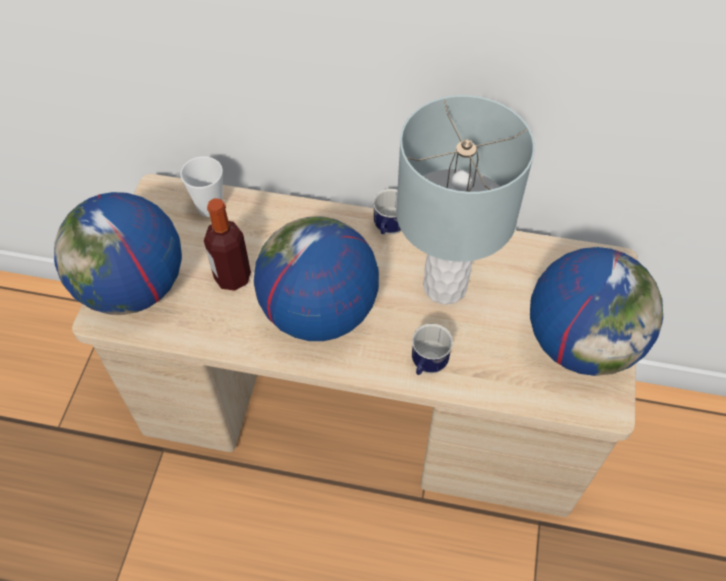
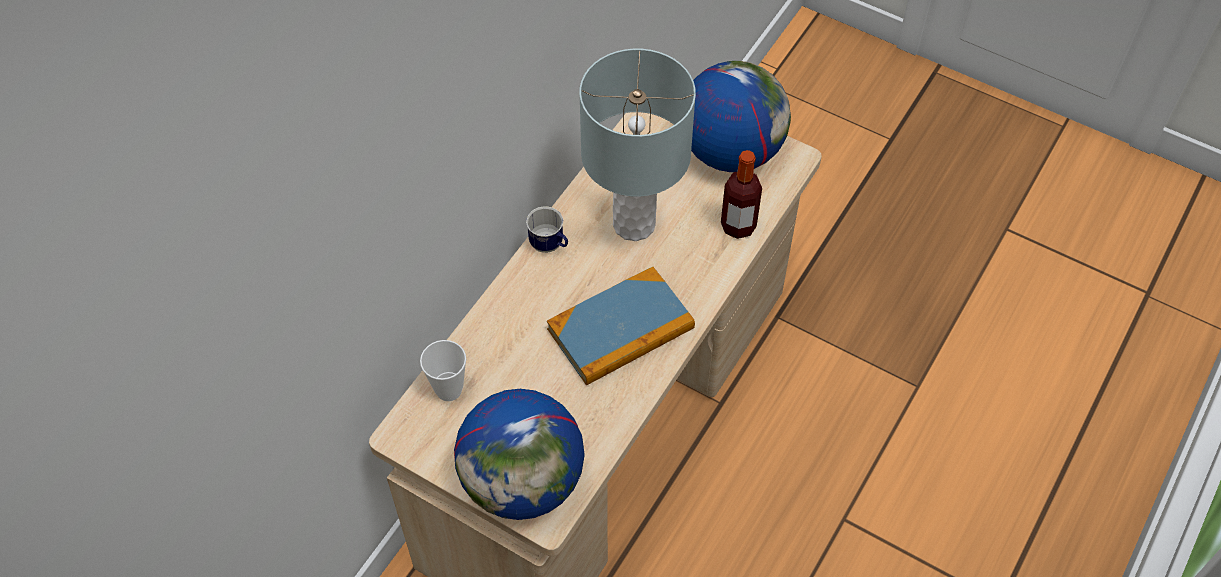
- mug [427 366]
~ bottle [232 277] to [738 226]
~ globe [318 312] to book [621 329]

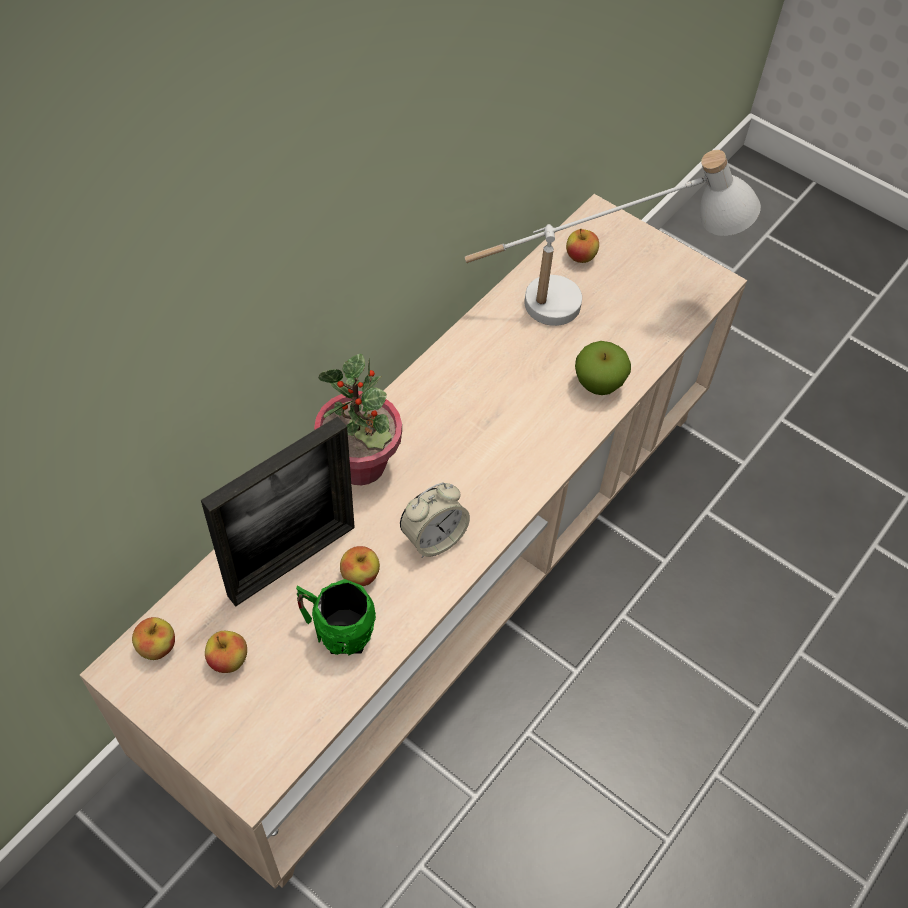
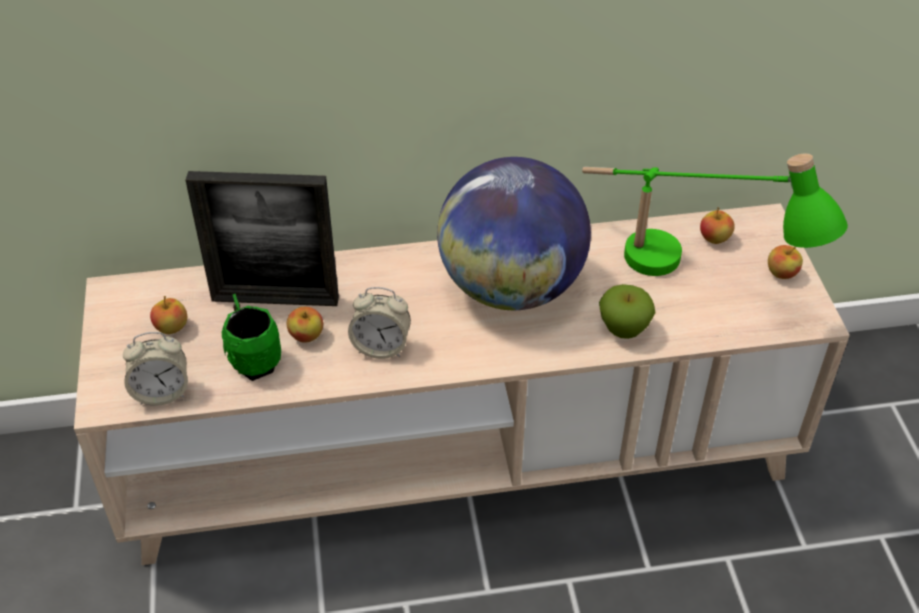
- potted plant [361 464]
+ alarm clock [162 392]
+ globe [511 287]
~ apple [157 647] to [781 273]
~ white table lamp [595 303] to green table lamp [688 275]

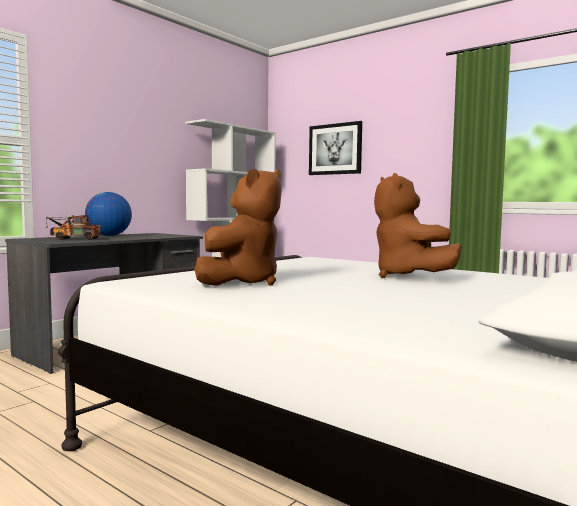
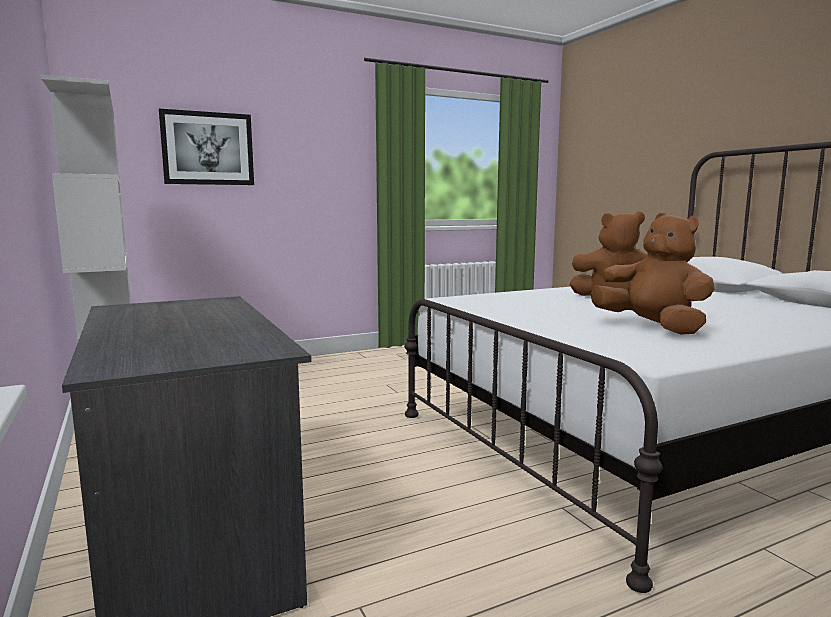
- toy truck [73 239]
- globe [108 236]

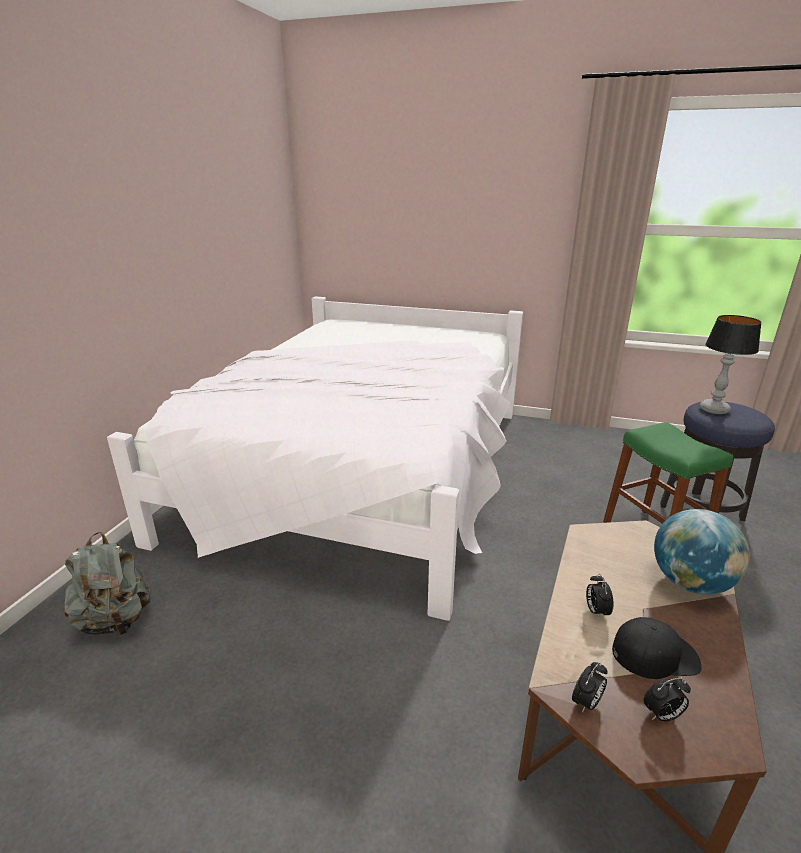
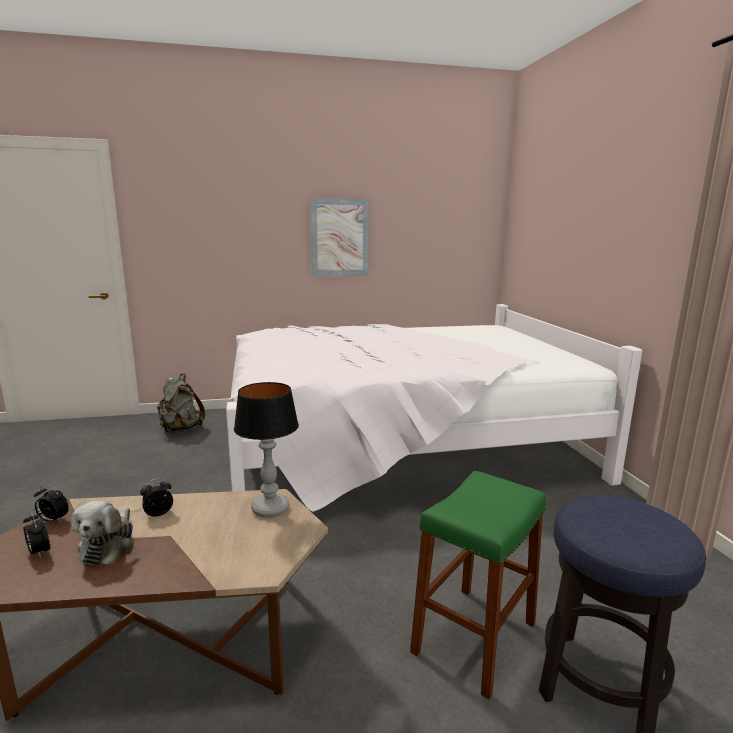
- globe [690 583]
+ picture [340 237]
~ table lamp [714 409] to [271 509]
~ black cap [655 654] to plush toy [108 545]

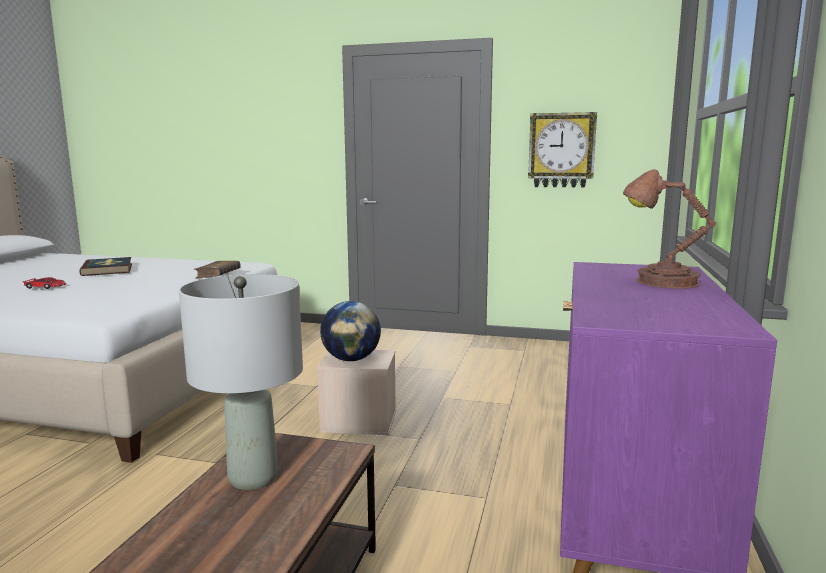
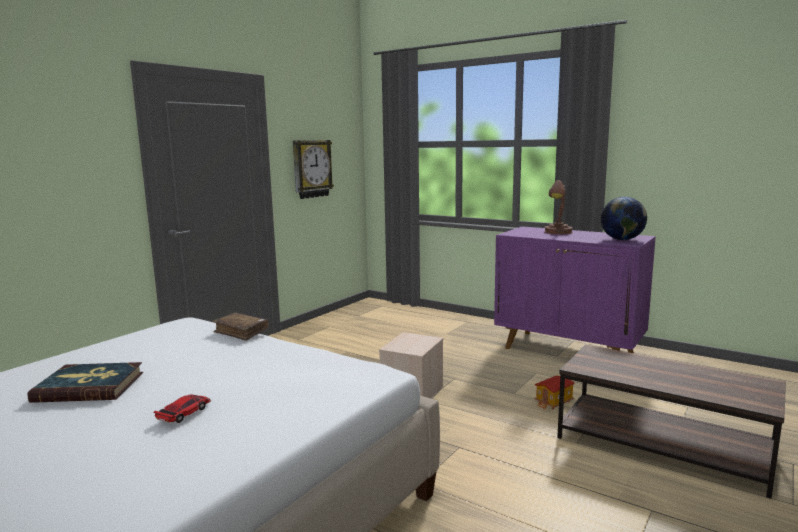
- grey table lamp [252 478]
+ toy house [554 402]
~ globe [351 359] to [621 239]

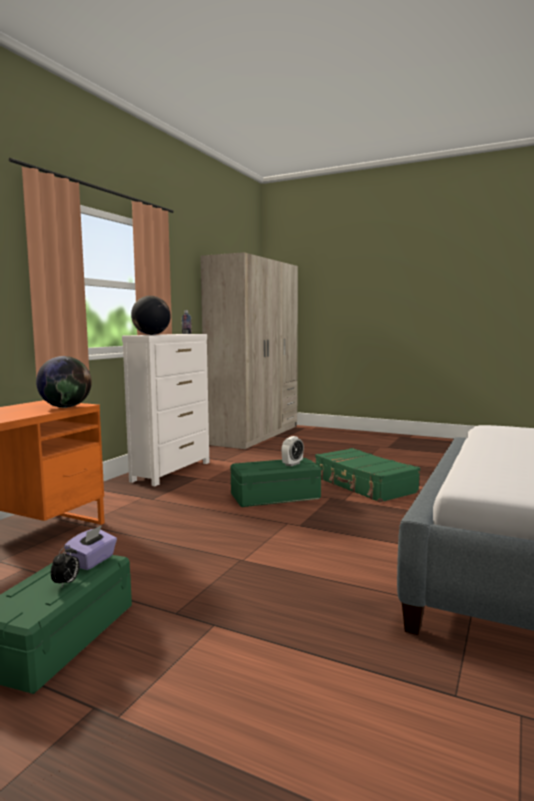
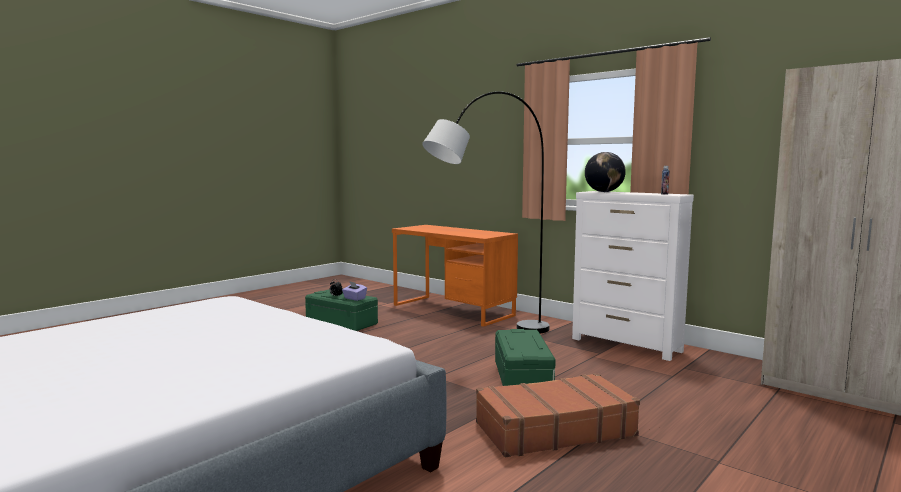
- globe [65 407]
- alarm clock [292 464]
+ grey floor lamp [488 340]
~ green suitcase [364 485] to brown suitcase [554 429]

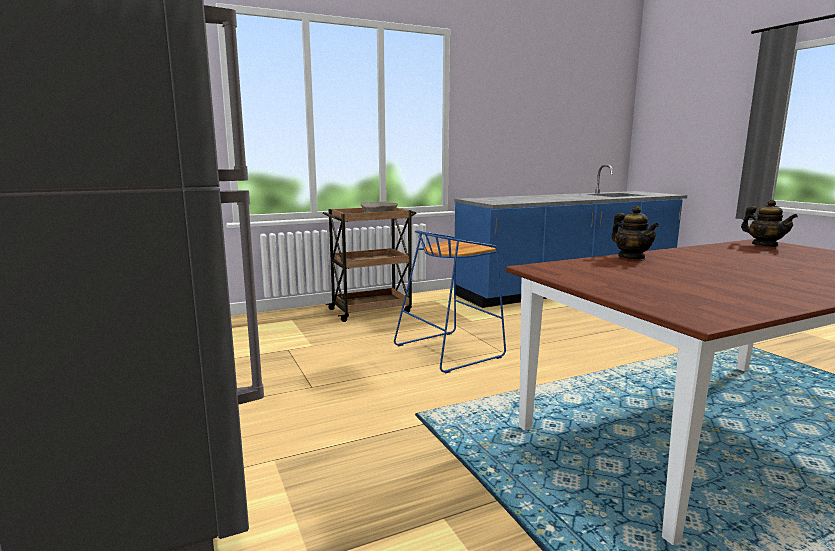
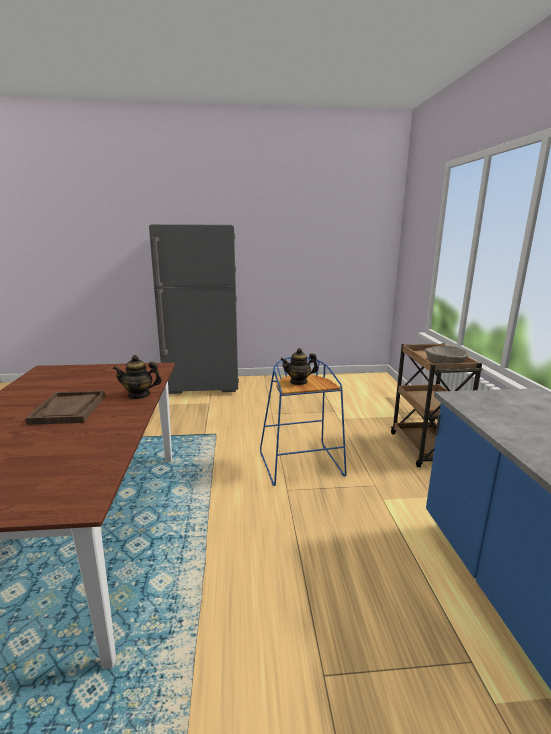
+ brown tray [69 409]
~ teapot [765 245] to [299 382]

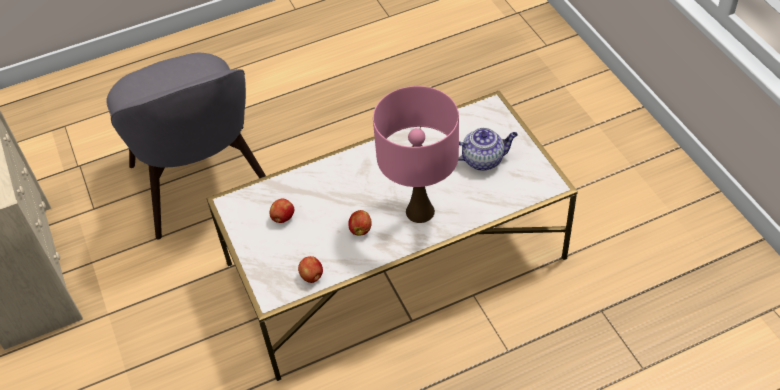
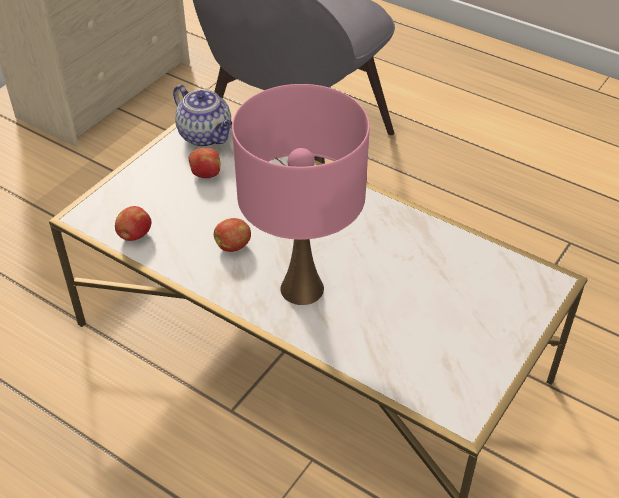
~ teapot [483 159] to [206 136]

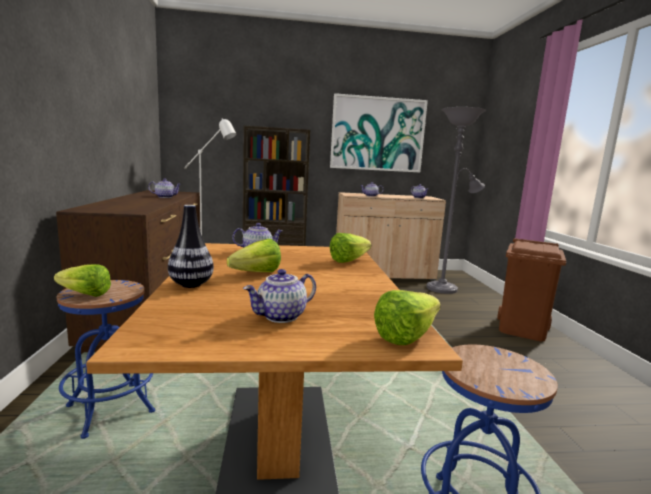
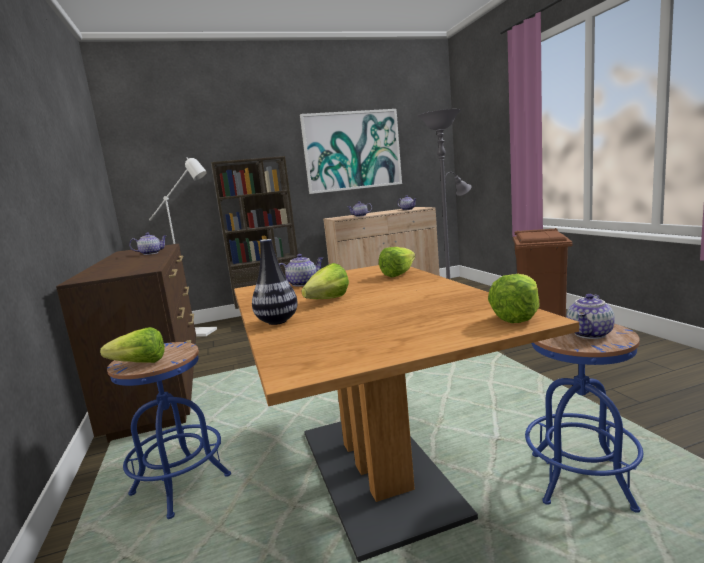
~ teapot [281 317] to [590 334]

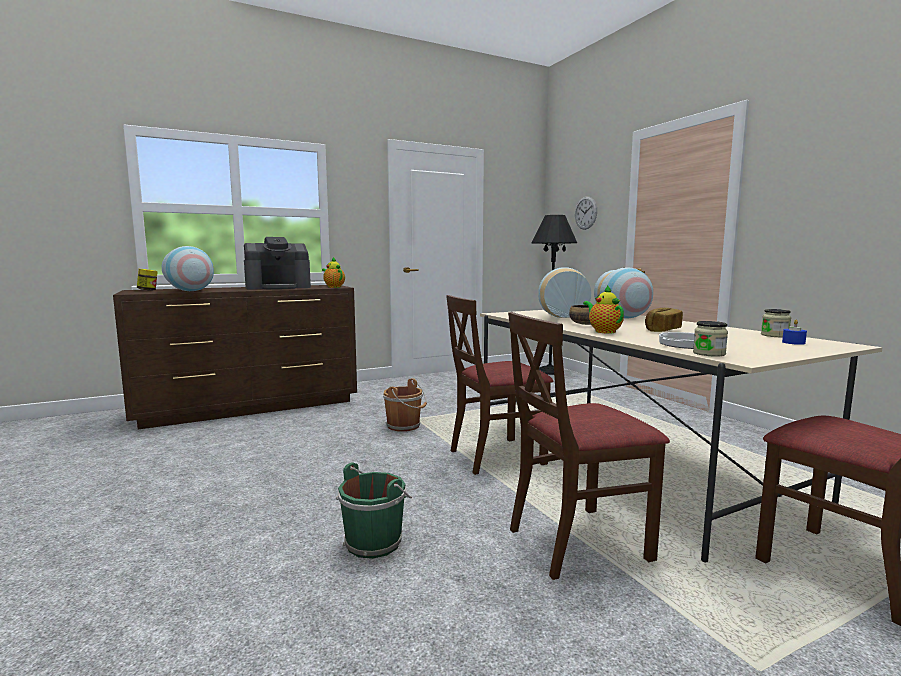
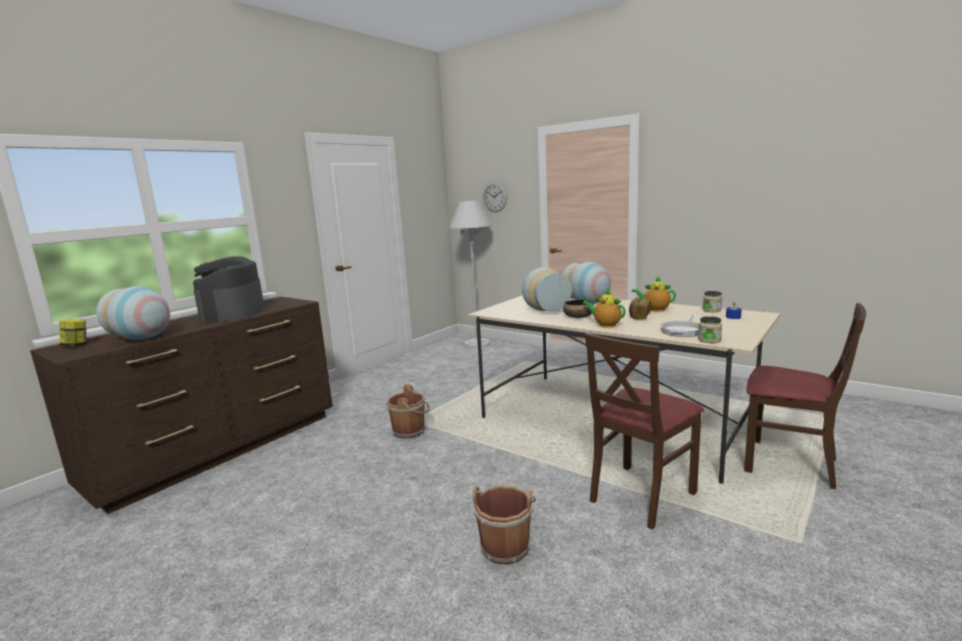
- brown chair [496 456]
~ teapot [333 287] to [654 309]
~ green bucket [375 541] to brown bucket [505 546]
~ black floor lamp [549 371] to white floor lamp [477 343]
~ coffee machine [278 287] = [233 313] 135 degrees clockwise

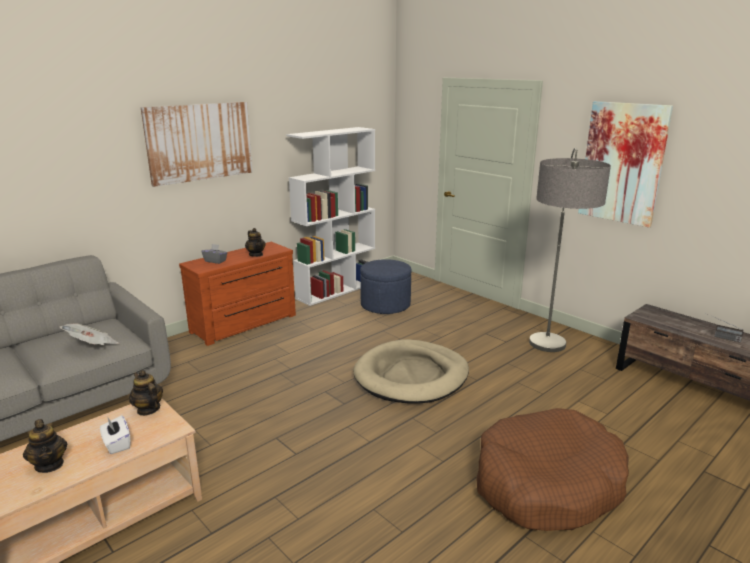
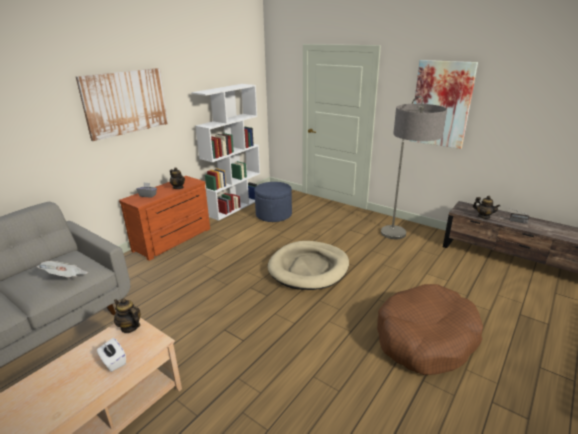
~ teapot [50 465] to [483 216]

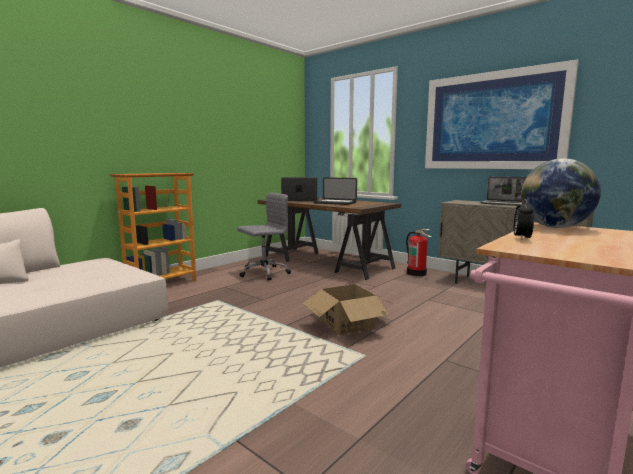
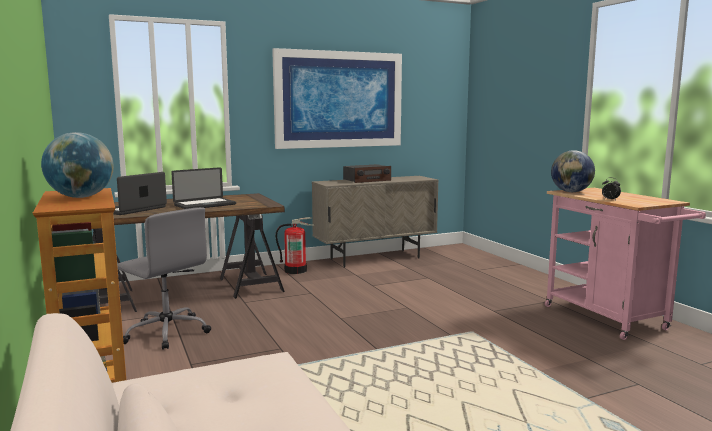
- cardboard box [348 323]
+ globe [81 197]
~ laptop [503 204] to radio [367 180]
~ grey office chair [263 273] = [166 332] 135 degrees clockwise

